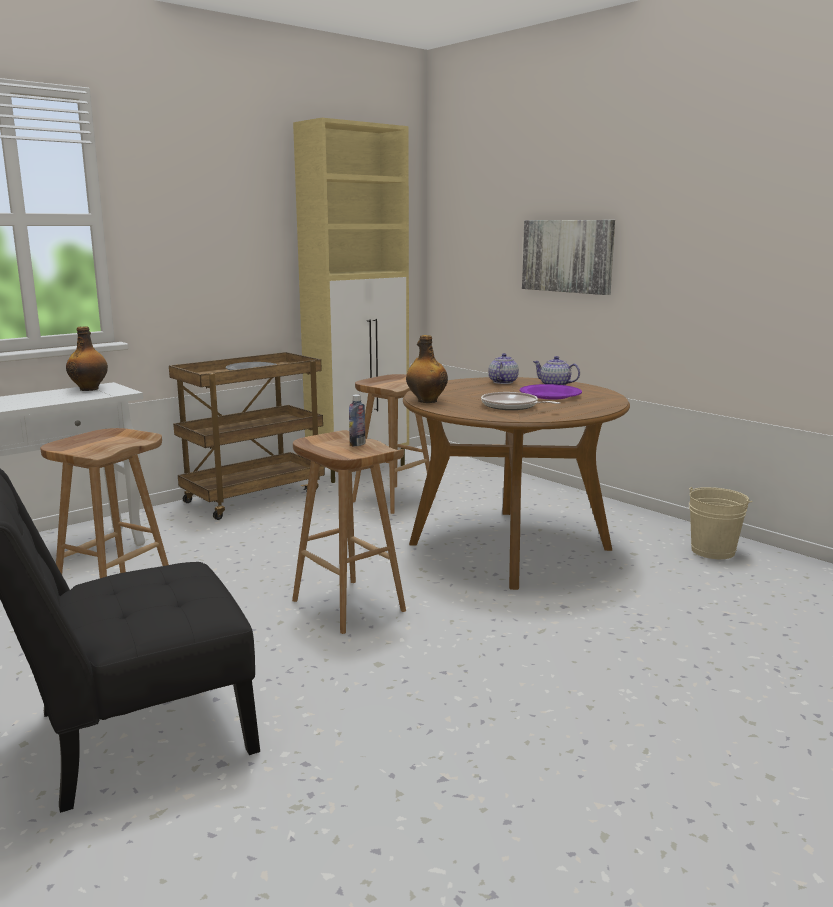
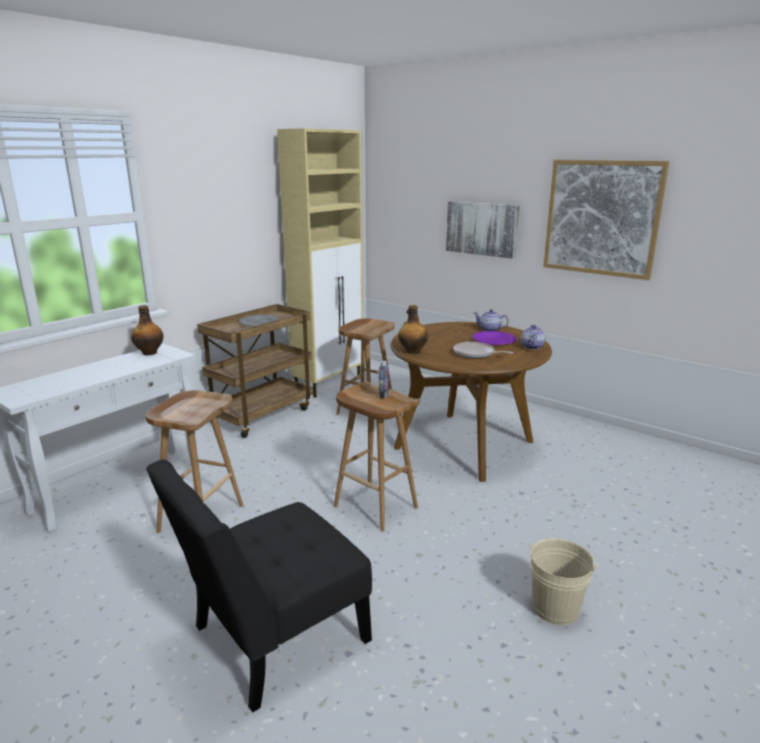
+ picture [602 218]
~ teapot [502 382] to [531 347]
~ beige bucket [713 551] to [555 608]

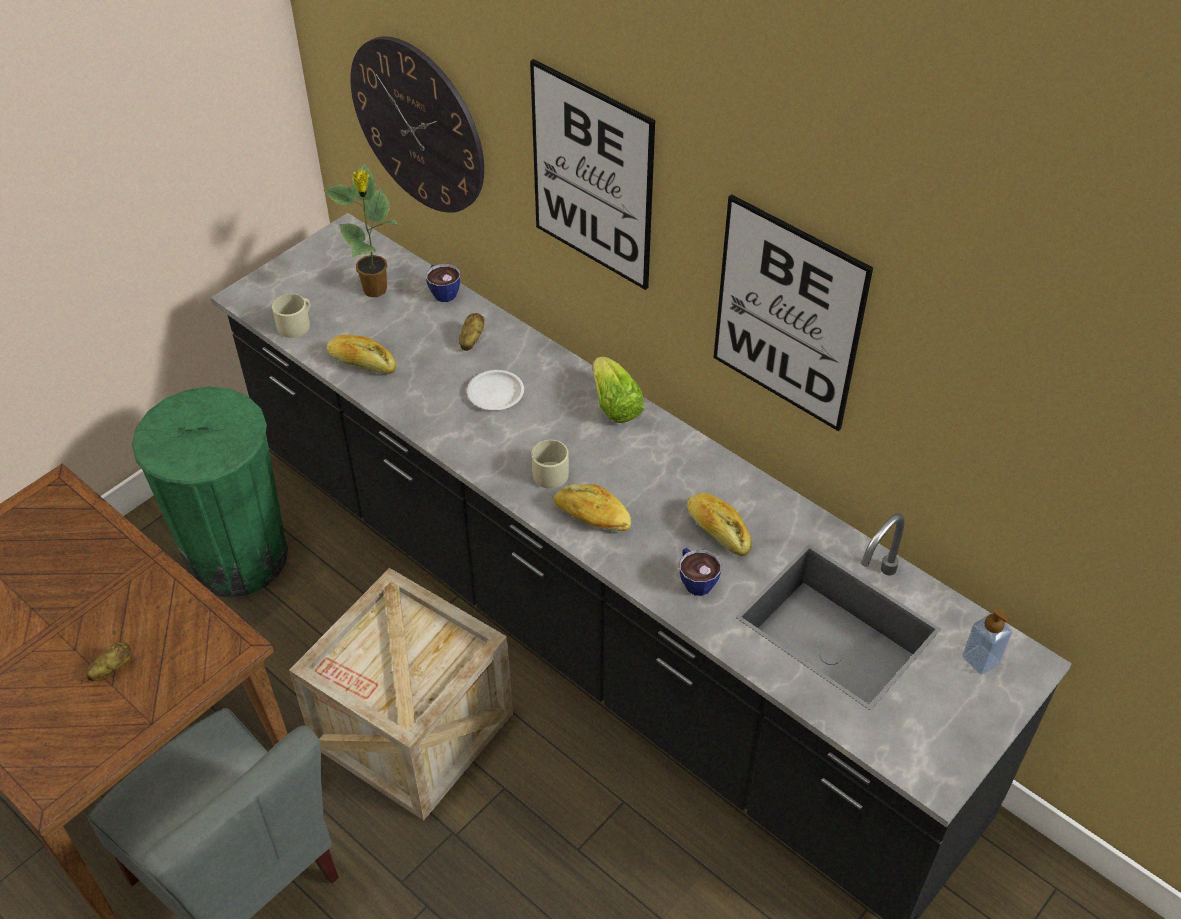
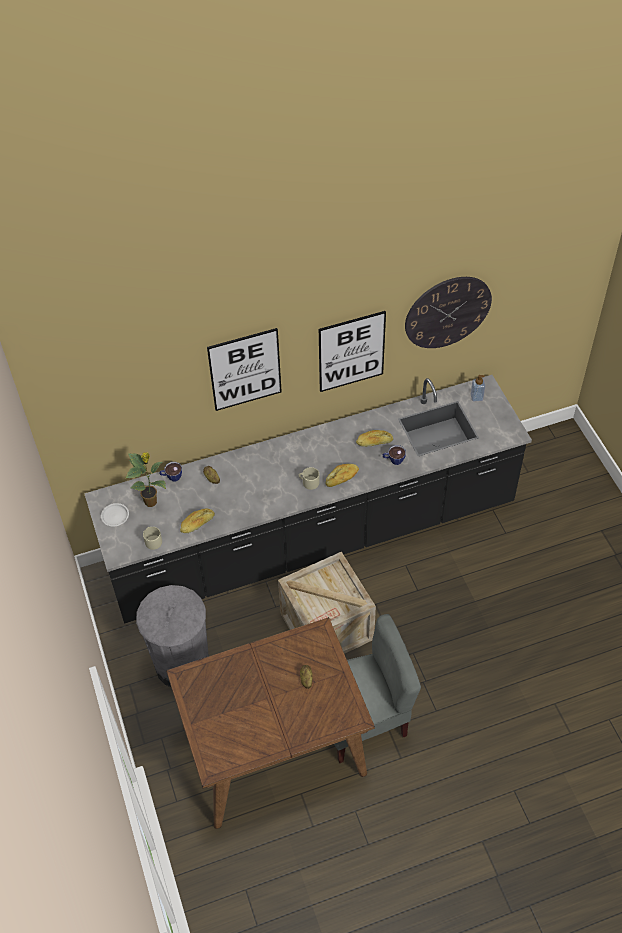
- lettuce [614 404]
~ wall clock [418 126] to [447 312]
~ white plate [495 394] to [115 516]
~ green trash can [238 557] to grey trash can [182 664]

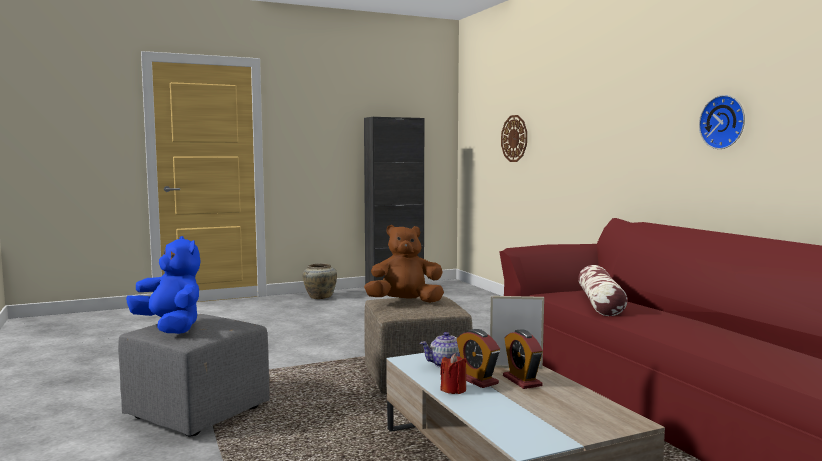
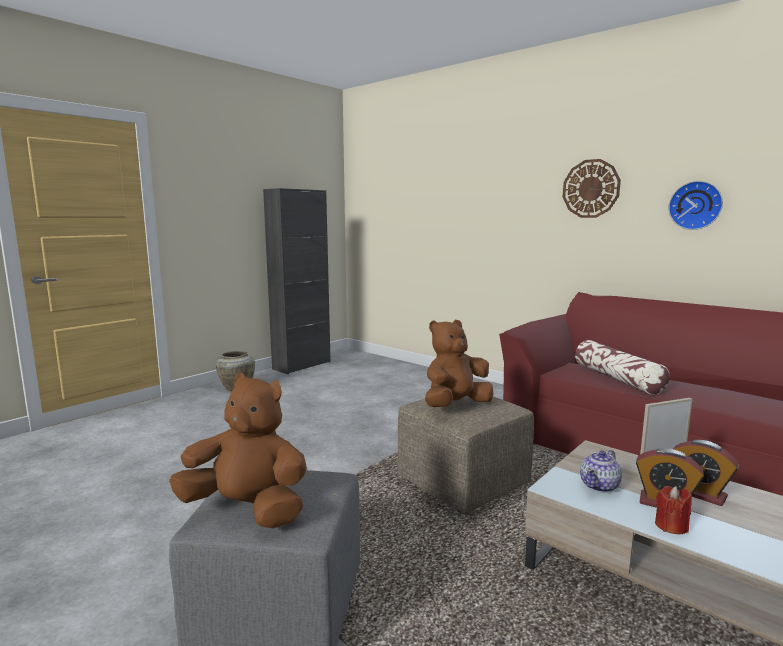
~ wall clock [514 138] to [591 188]
~ blue plush toy [170 327] to brown plush toy [247 509]

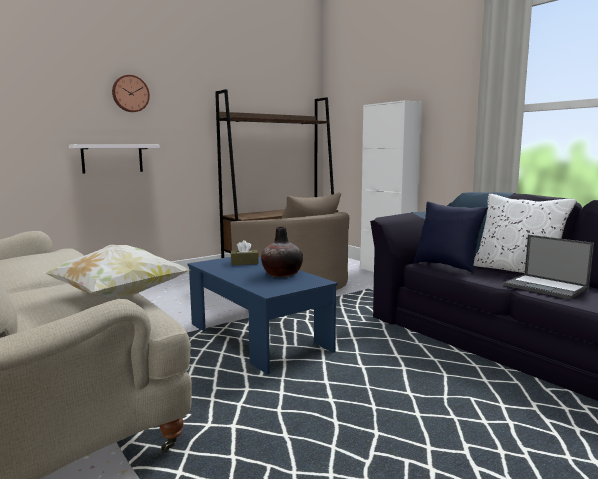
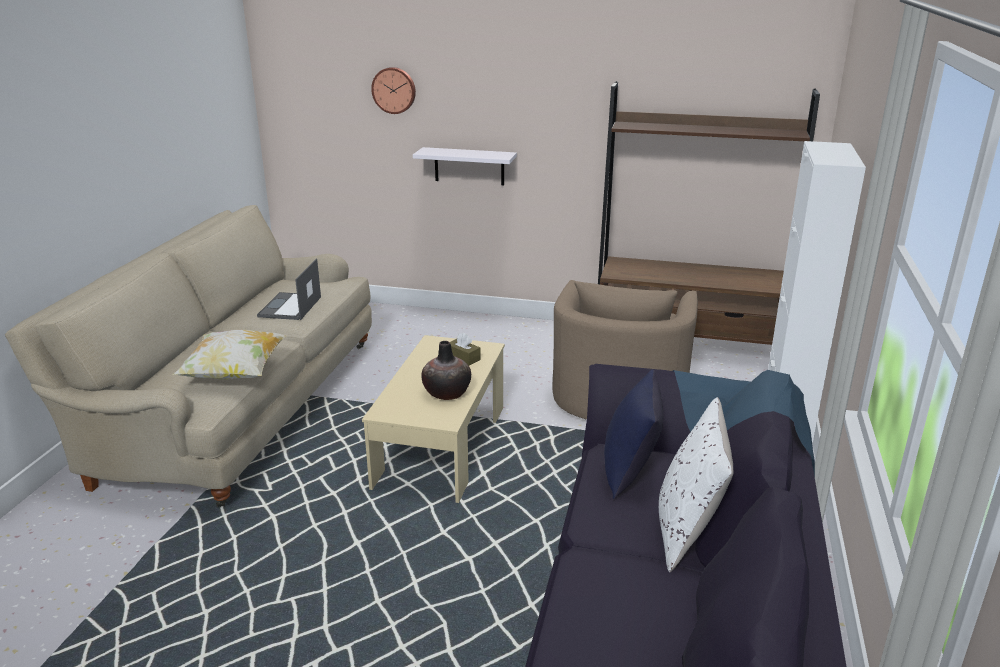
~ wall clock [130 93] to [394 90]
~ laptop [547 287] to [290 307]
~ blue coffee table [257 337] to beige coffee table [441 446]

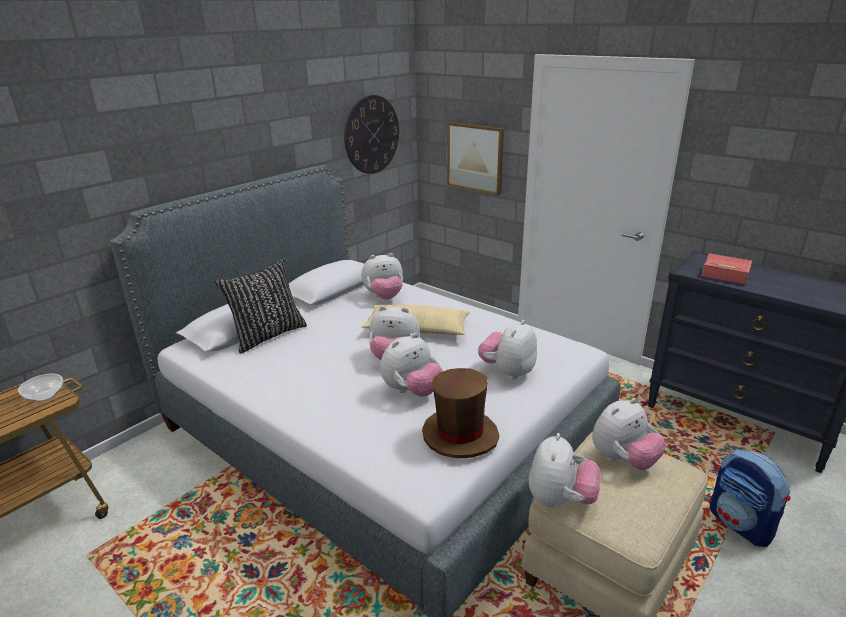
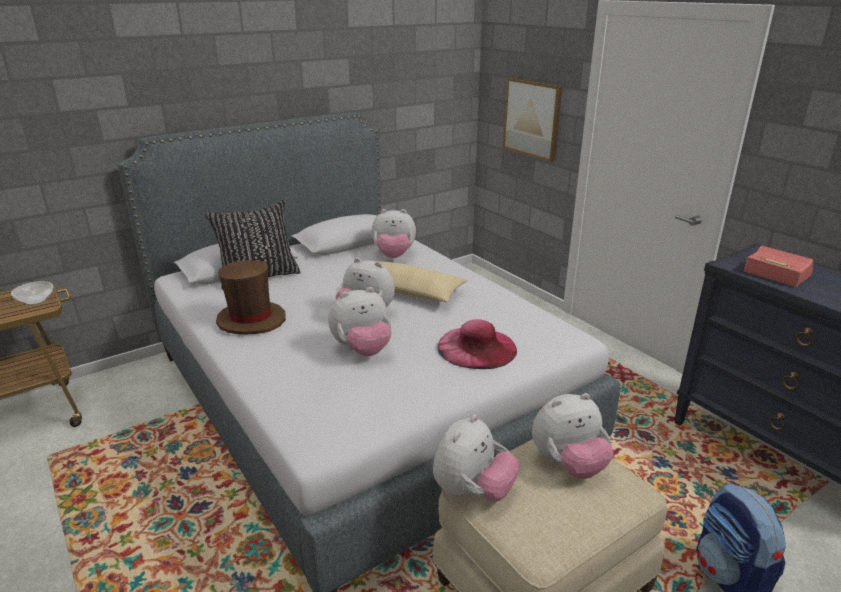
- wall clock [372 135]
~ brown hat [460 435] to [251 320]
~ plush toy [508 372] to pink hat [476 347]

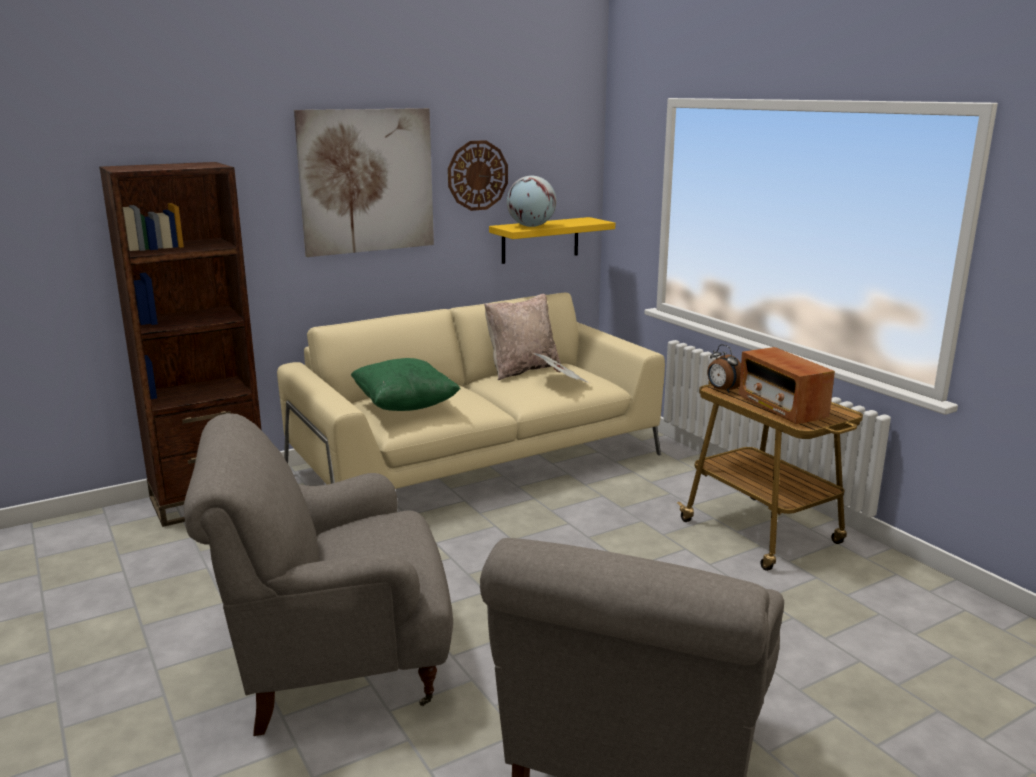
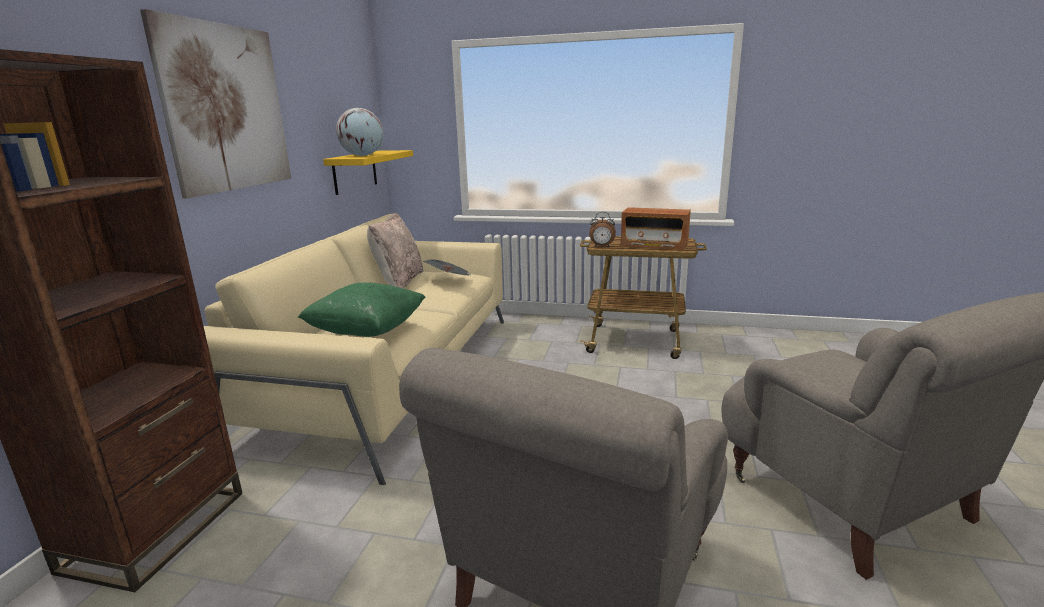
- wall clock [477 175]

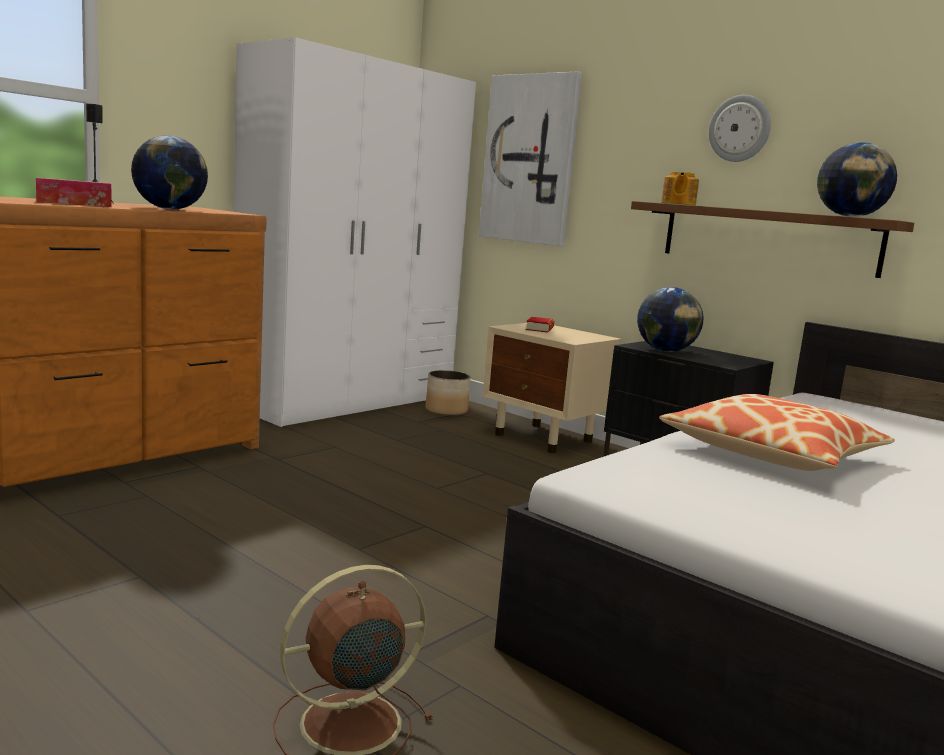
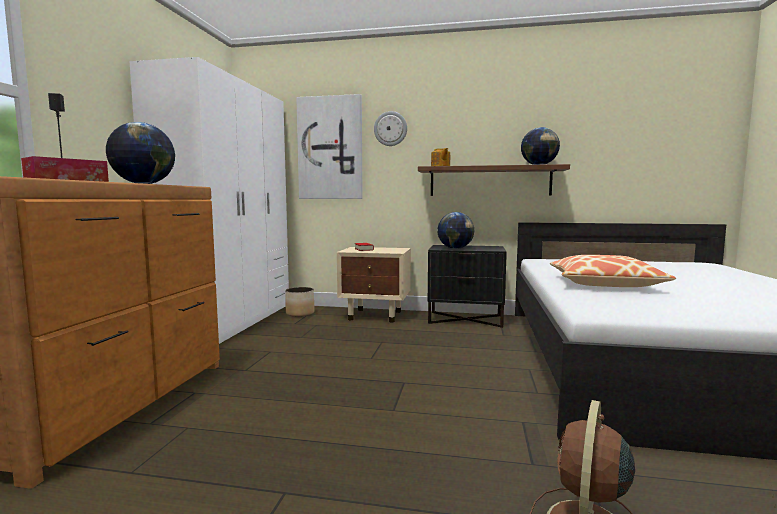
~ wall clock [740 128] to [390 128]

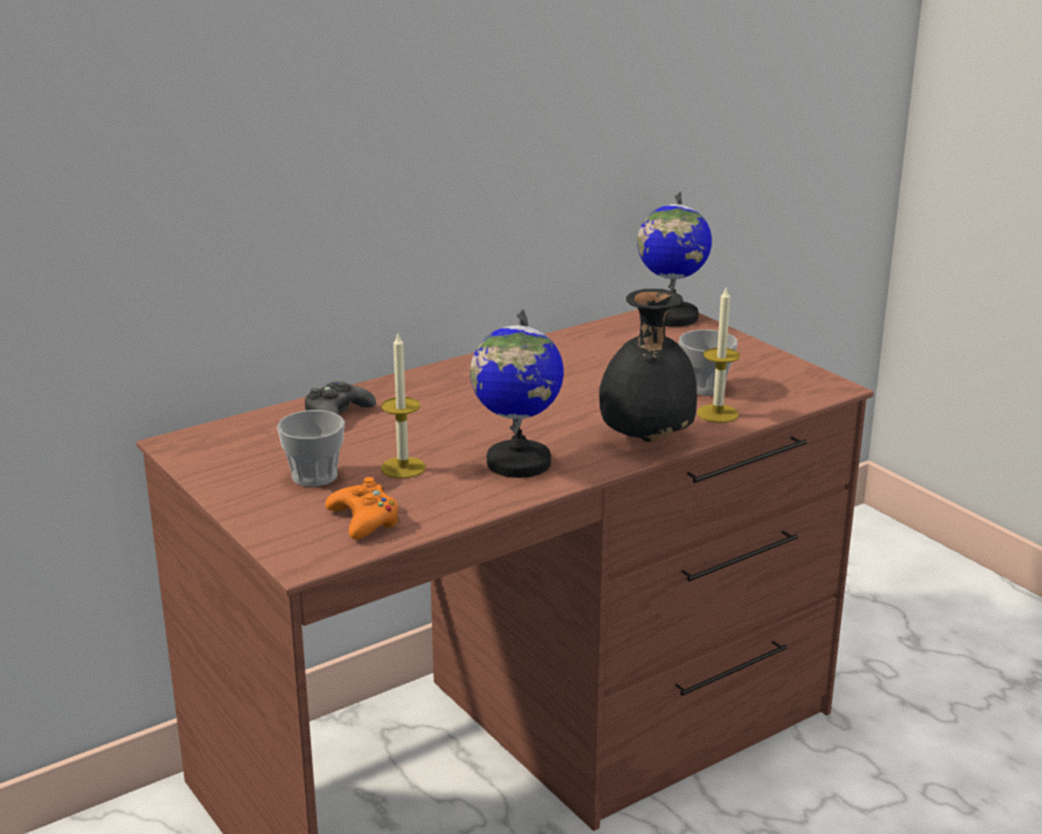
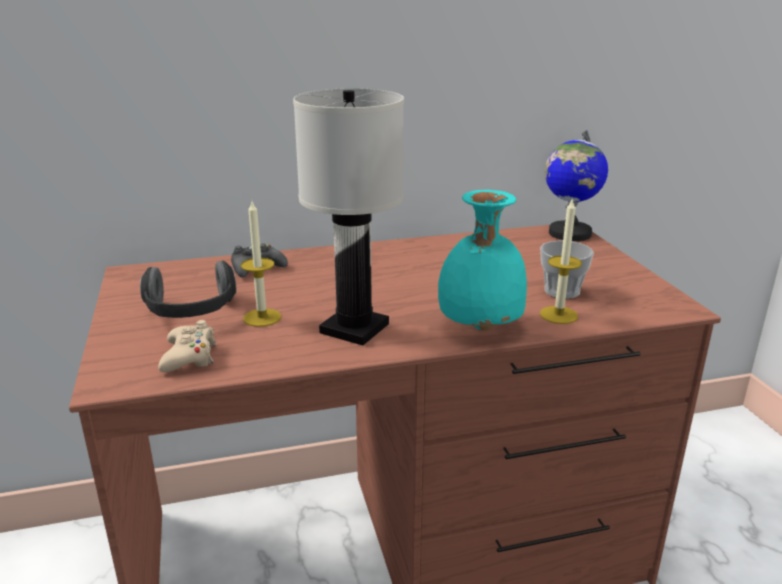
~ cup [314 476] to headphones [191 313]
~ globe [517 463] to white table lamp [354 329]
~ orange game controller [364 520] to beige game controller [189 356]
~ black vase [644 439] to turquoise vase [478 327]

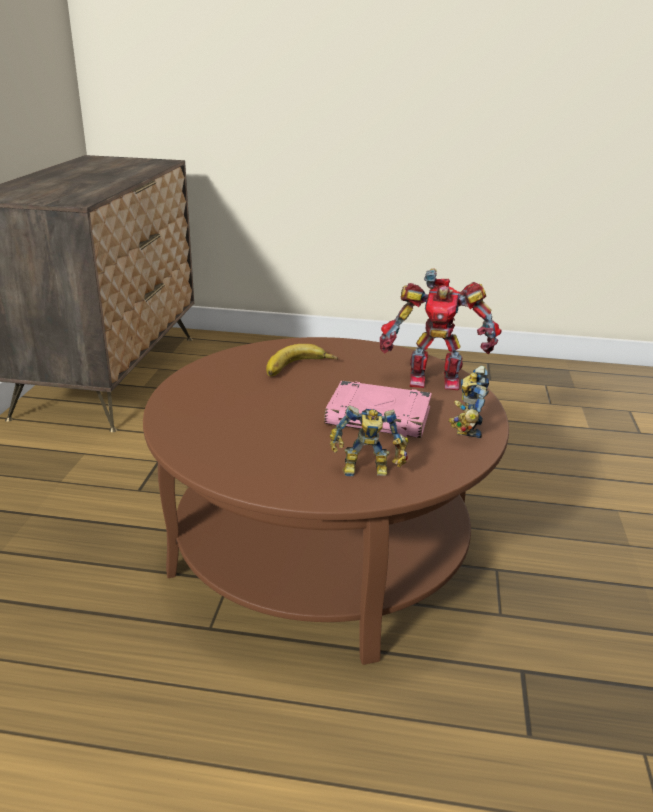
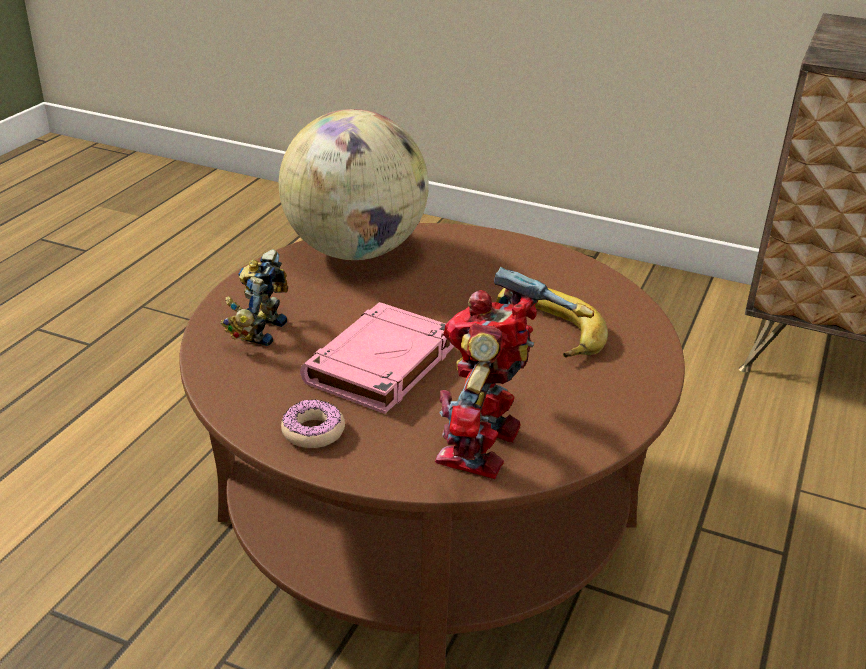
+ globe [356 251]
~ toy robot [465 427] to donut [313 431]

